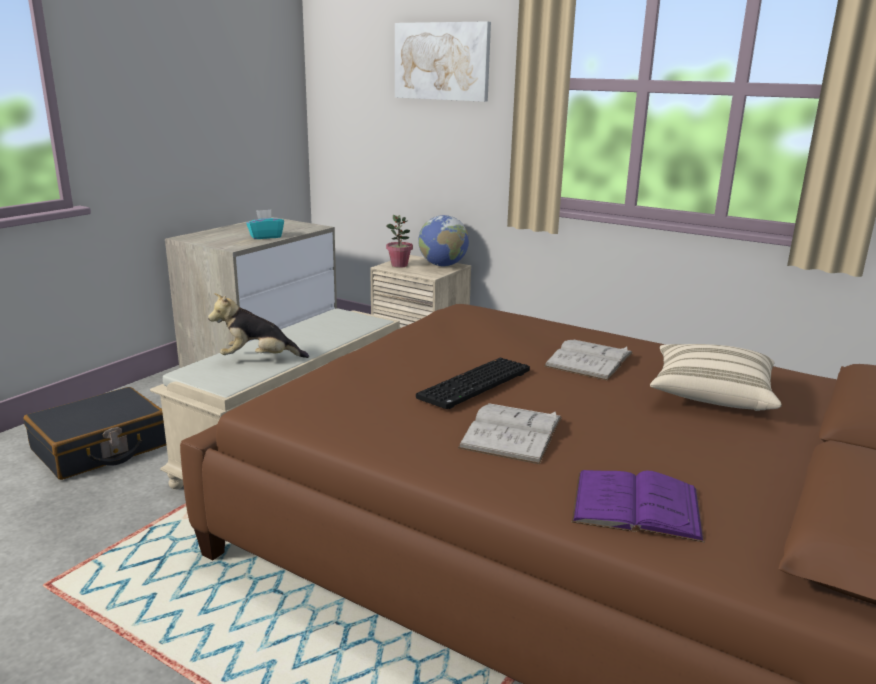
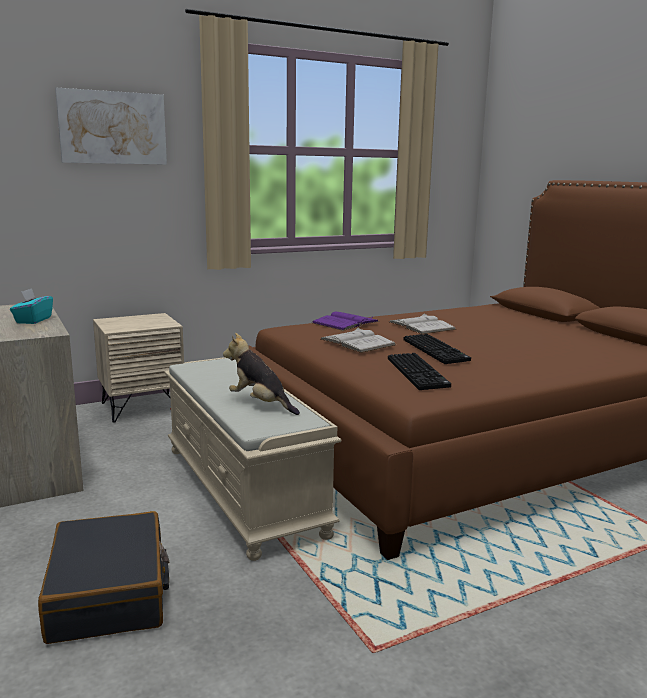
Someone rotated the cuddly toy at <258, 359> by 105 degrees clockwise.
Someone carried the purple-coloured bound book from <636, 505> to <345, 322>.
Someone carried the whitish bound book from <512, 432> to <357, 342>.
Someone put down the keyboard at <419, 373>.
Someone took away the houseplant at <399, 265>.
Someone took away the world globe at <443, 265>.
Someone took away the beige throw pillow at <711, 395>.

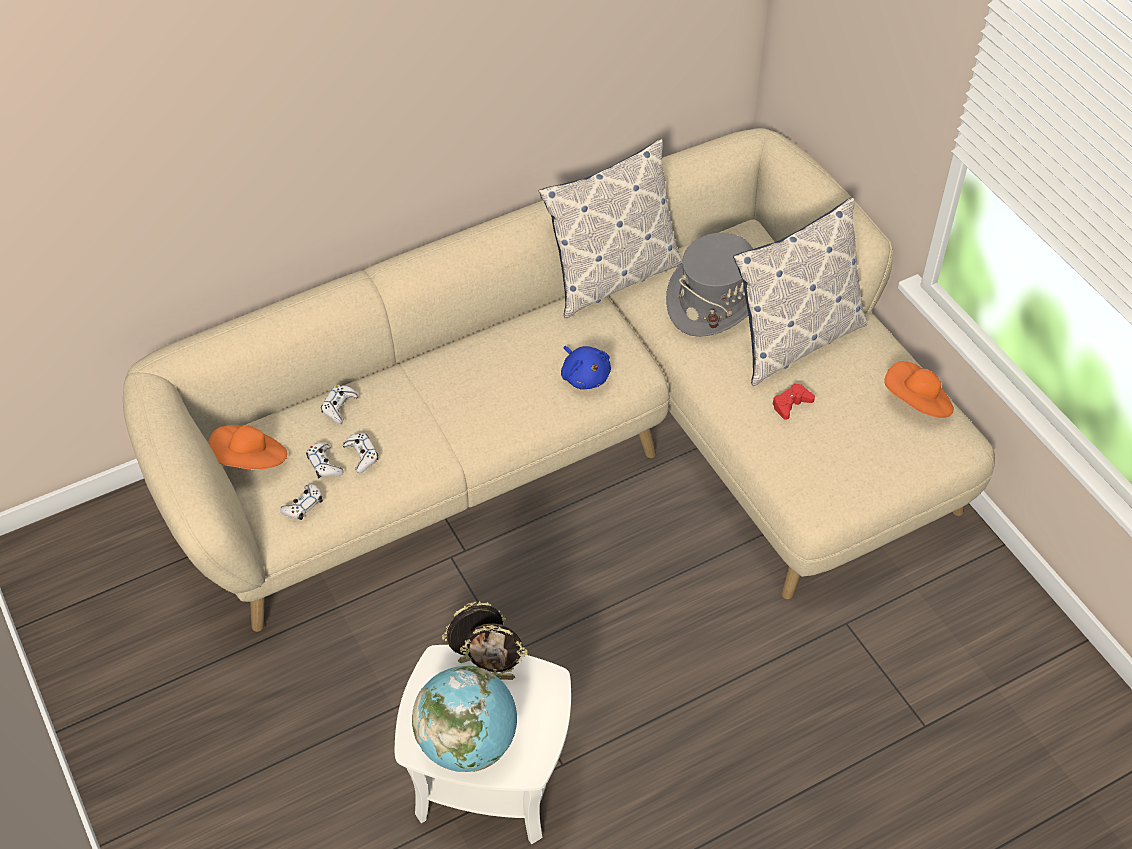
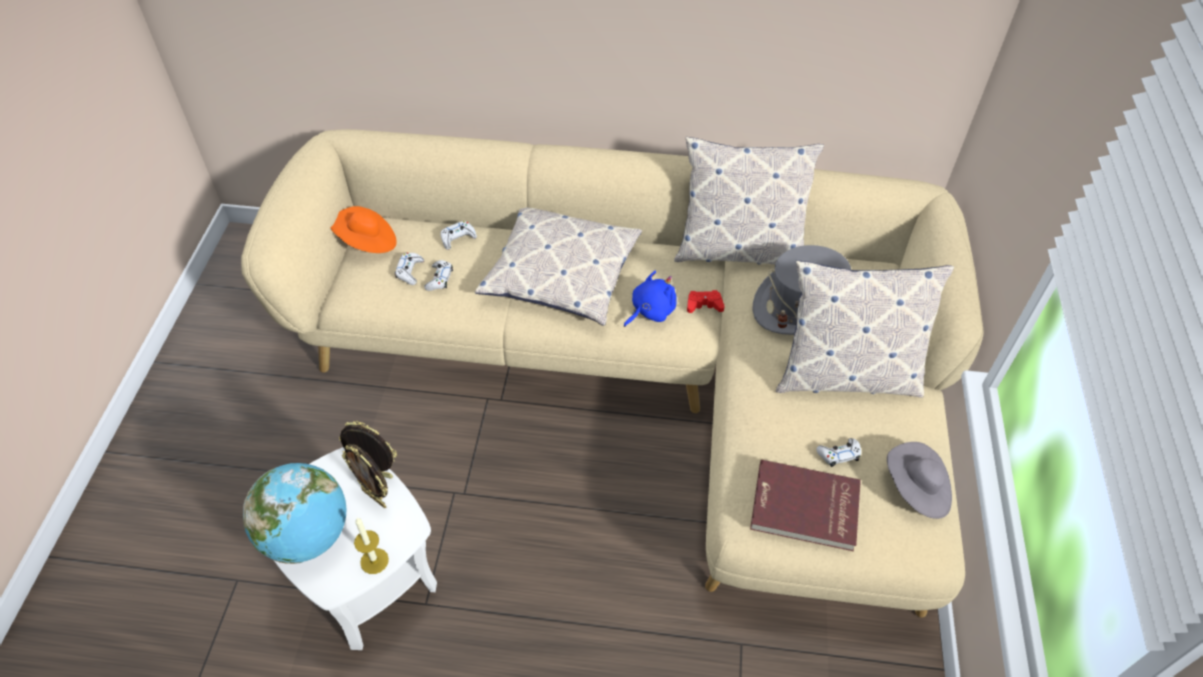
Someone put down the candle at <374, 561>.
Someone put down the throw pillow at <561, 273>.
Someone rotated the bluish cuddly toy at <584, 376> by 135 degrees counterclockwise.
Someone carried the red-coloured game controller from <791, 404> to <704, 305>.
Someone put down the red-coloured bound book at <804, 508>.
Someone carried the whitish game controller from <303, 505> to <838, 454>.
Someone repainted the orange-coloured hat at <917, 403>, which became the gray hat at <916, 490>.

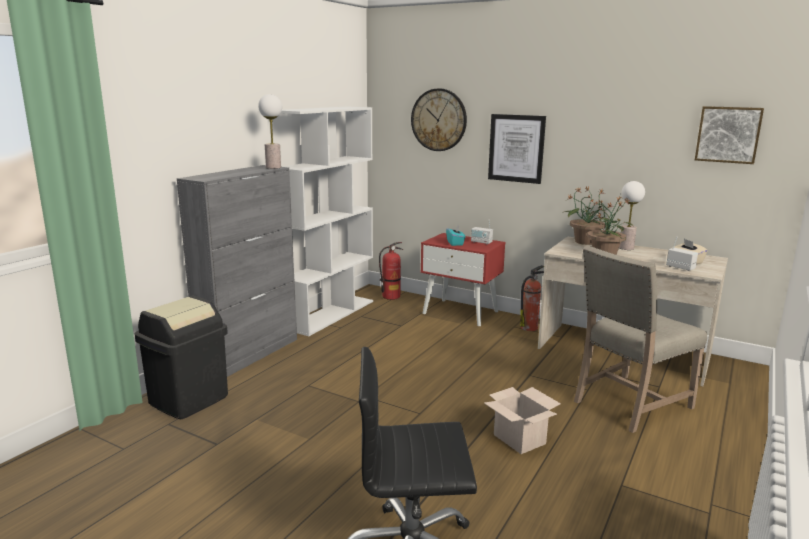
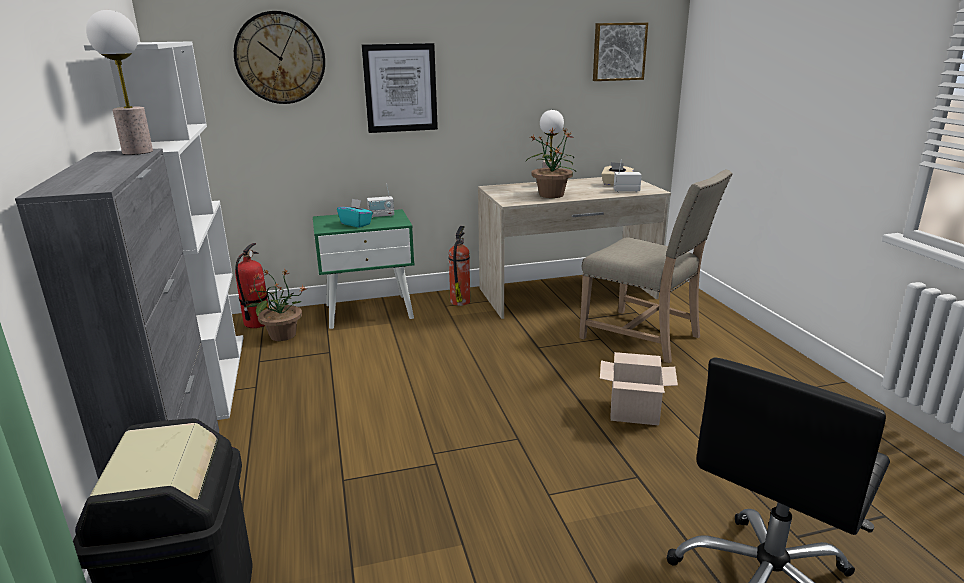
Someone carried the houseplant from <584, 242> to <282, 335>.
Someone repainted the red-coloured night table at <461, 312>, which became the green night table at <369, 311>.
Someone rotated the beige plain chair at <628, 404> by 60 degrees counterclockwise.

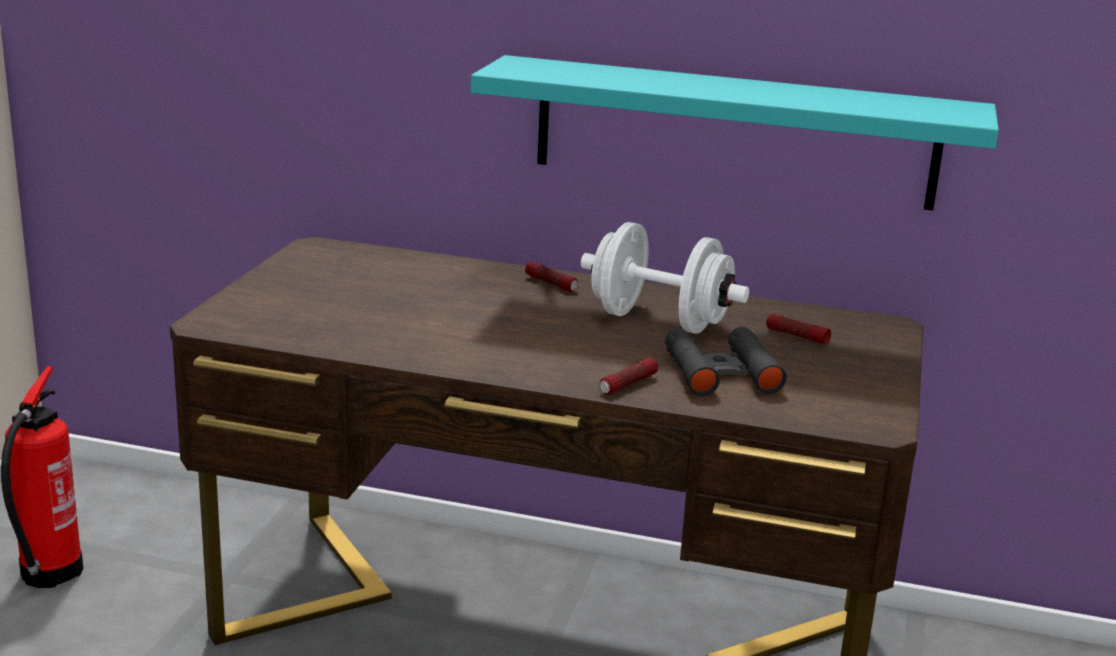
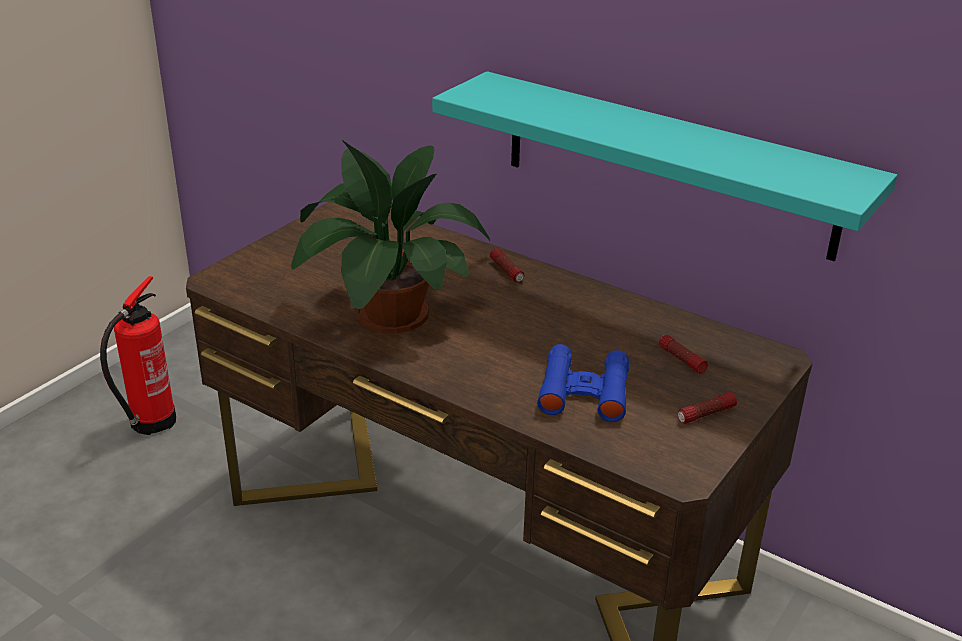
Someone put down the houseplant at <386, 314>.
Someone repainted the black-coloured pair of binoculars at <721, 373>, which became the bluish pair of binoculars at <584, 392>.
Someone carried the hand torch from <628, 384> to <706, 414>.
Someone took away the whitish dumbbell at <659, 321>.

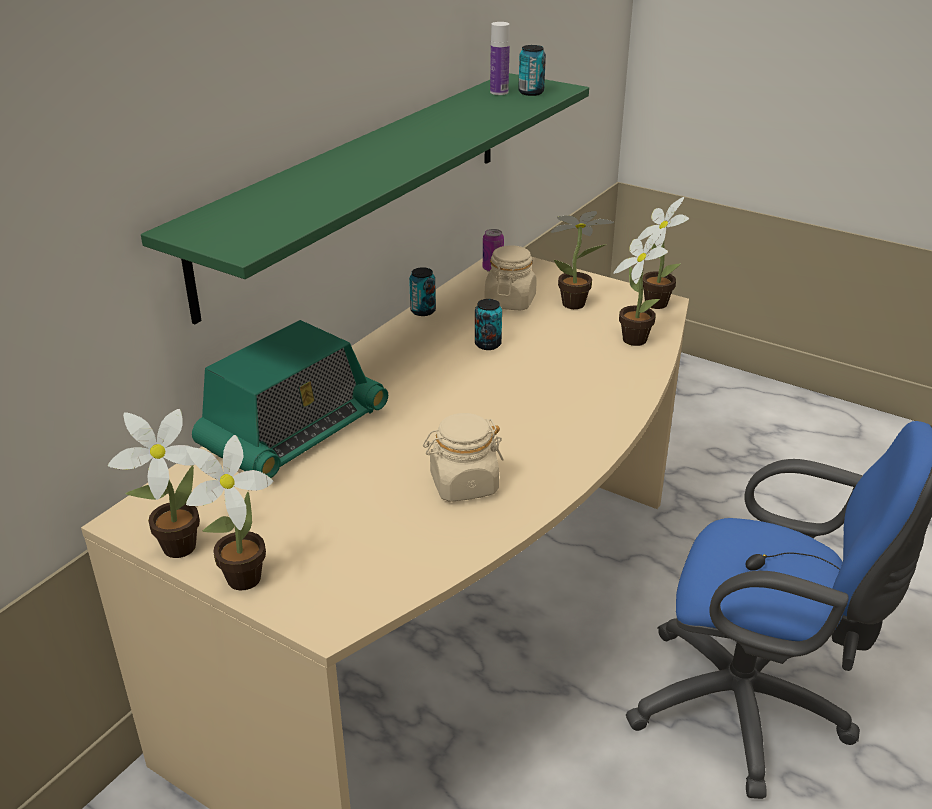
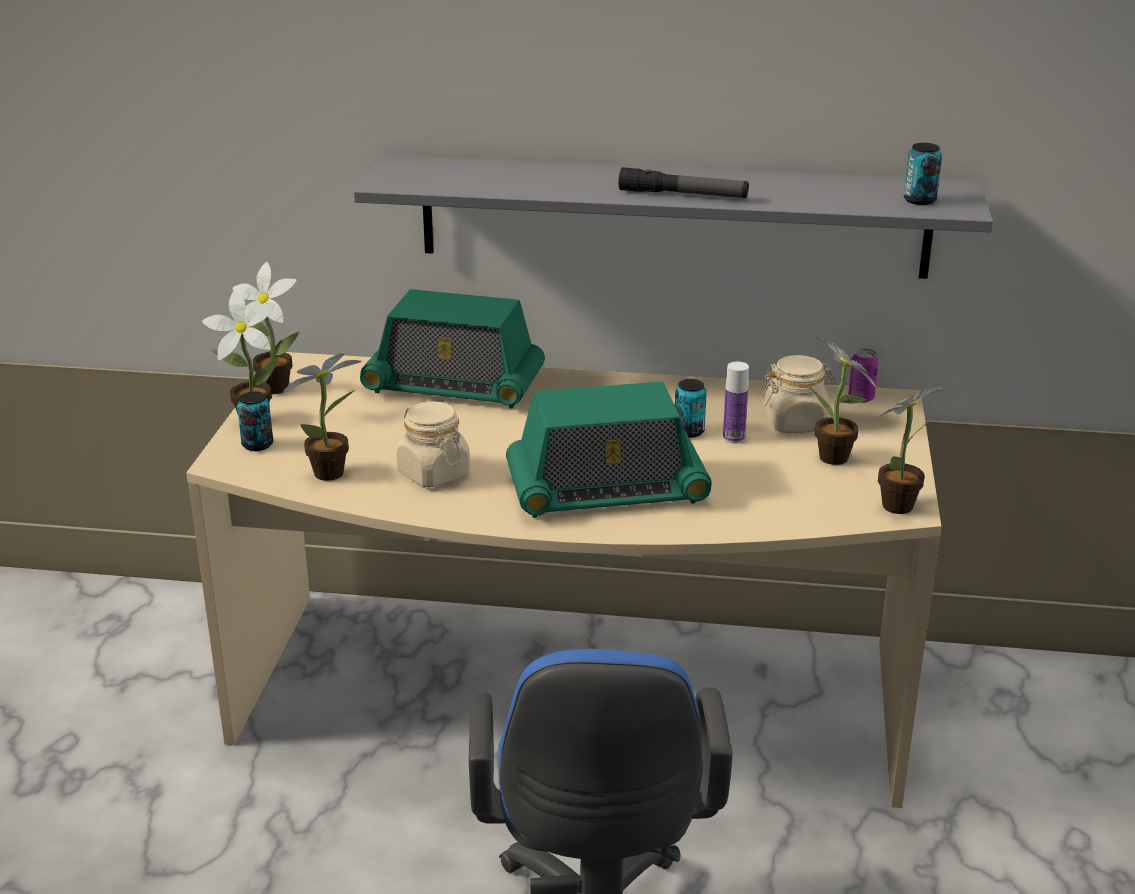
Someone carried the sealed can from <423, 311> to <257, 445>.
Someone carried the houseplant from <634, 337> to <334, 472>.
Someone repainted the green wall shelf at <361, 184>, which became the gray wall shelf at <672, 216>.
Someone put down the radio set at <606, 490>.
Someone put down the hand torch at <683, 195>.
Someone carried the bottle from <499, 92> to <733, 438>.

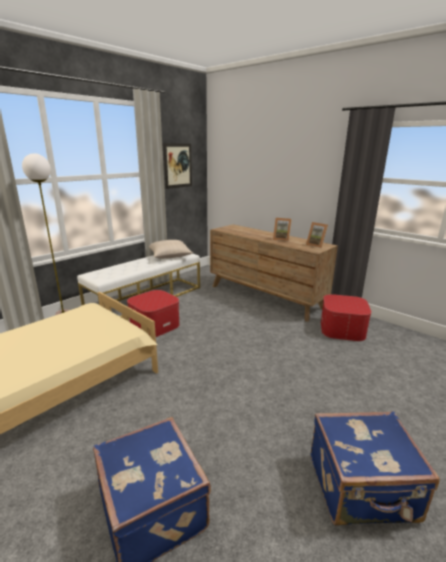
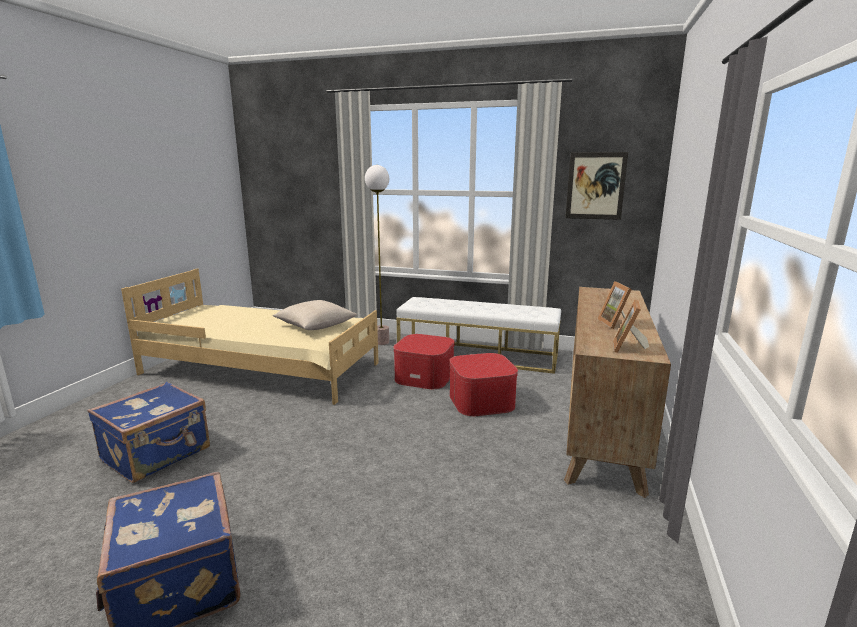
Someone carried the beige throw pillow from <169, 256> to <315, 326>.
Someone carried the ottoman from <342, 329> to <481, 401>.

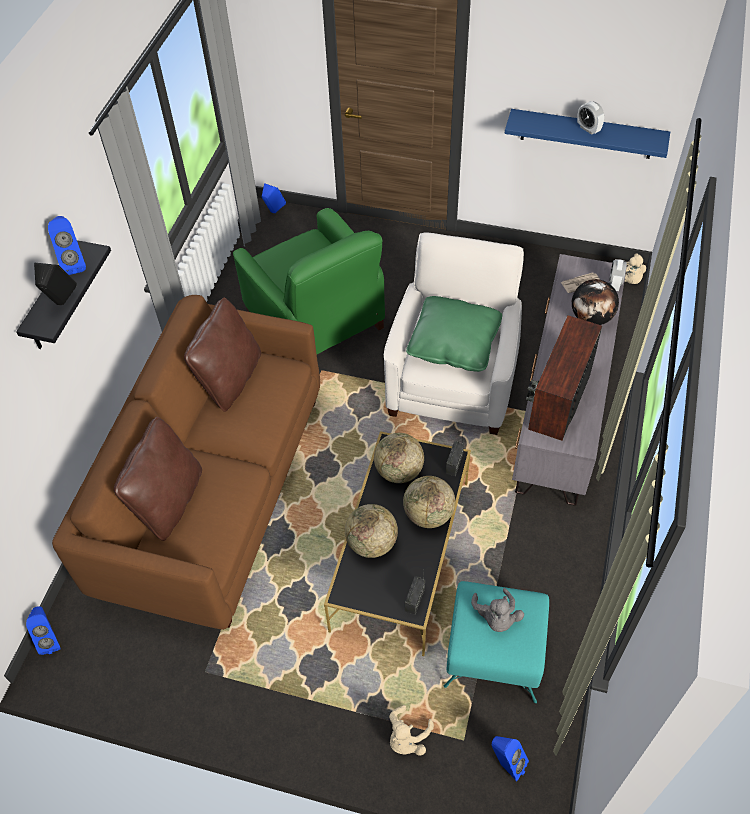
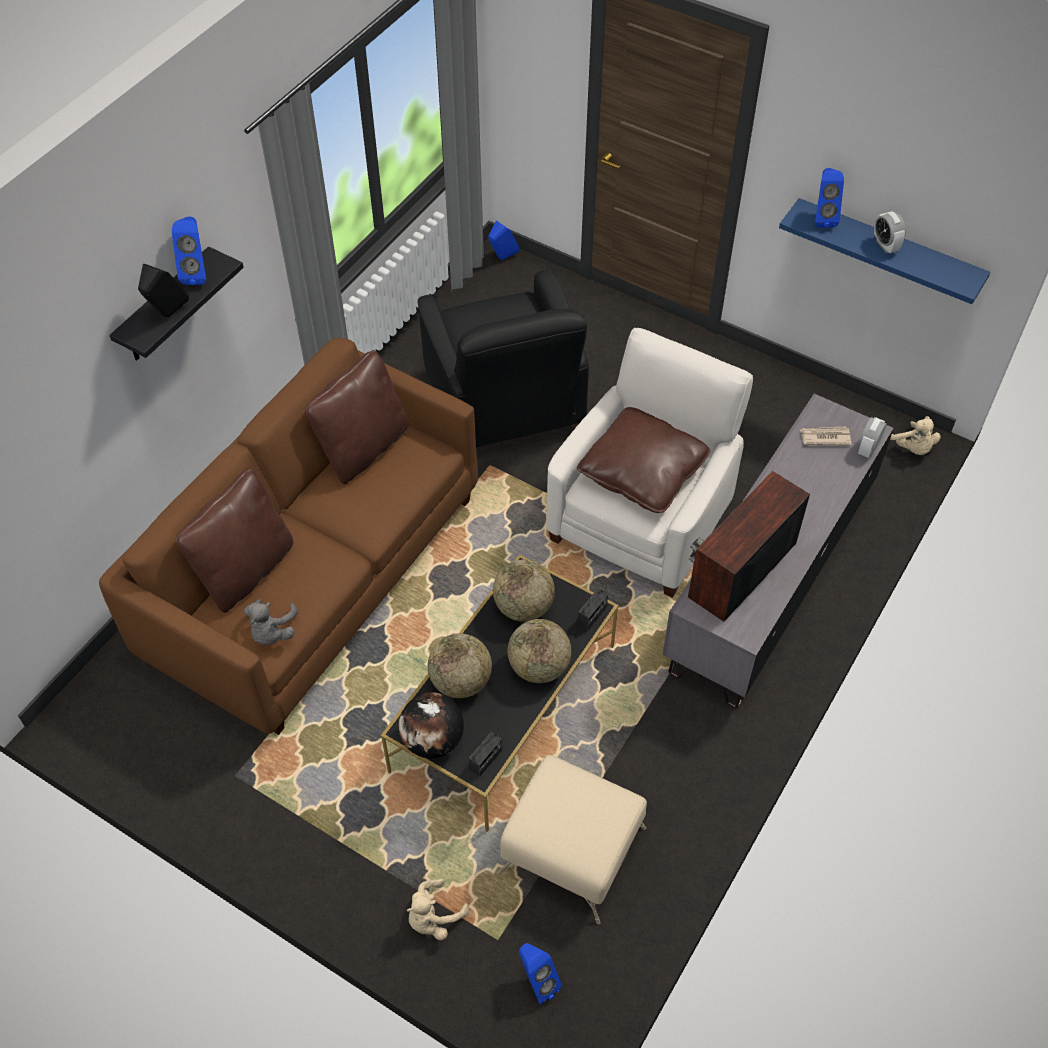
Someone carried the gray cuddly toy from <496, 617> to <272, 632>.
Someone carried the world globe from <591, 318> to <433, 741>.
Someone repainted the green easy chair at <316, 321>, which became the black-coloured easy chair at <505, 404>.
Someone repainted the turquoise ottoman at <493, 650>, which became the beige ottoman at <571, 849>.
Someone repainted the green throw pillow at <454, 344>, which became the brown-coloured throw pillow at <642, 472>.
Someone carried the bluish speaker from <50, 639> to <822, 218>.

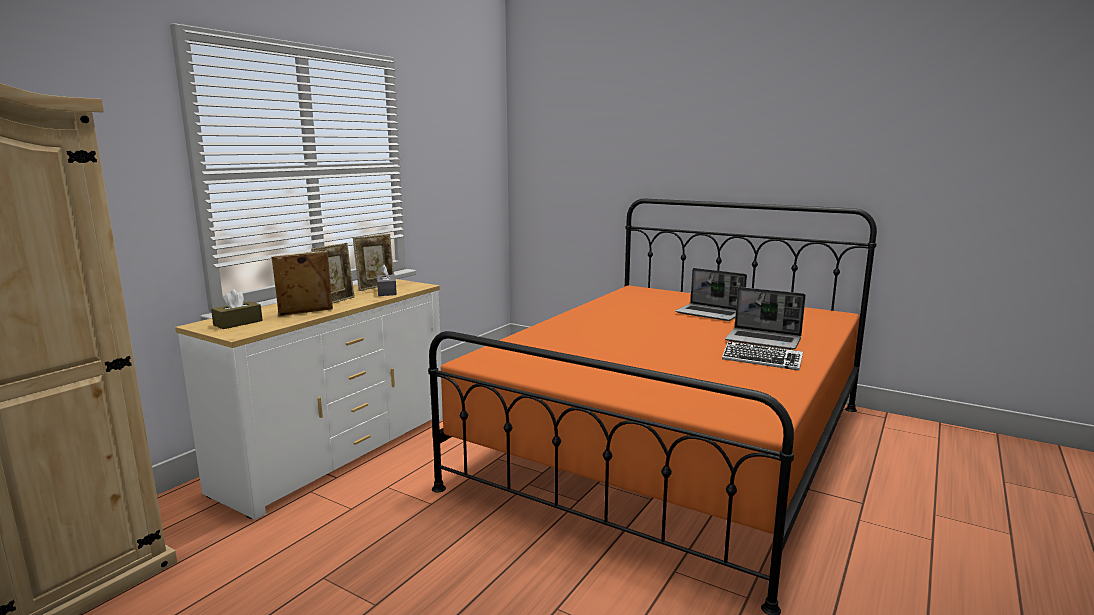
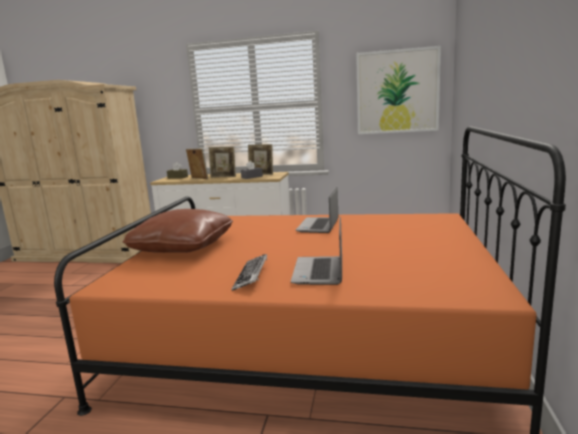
Someone put down the brown-coloured throw pillow at <182, 247>.
Someone carried the laptop from <710, 313> to <318, 226>.
Someone put up the wall picture at <397, 92>.

